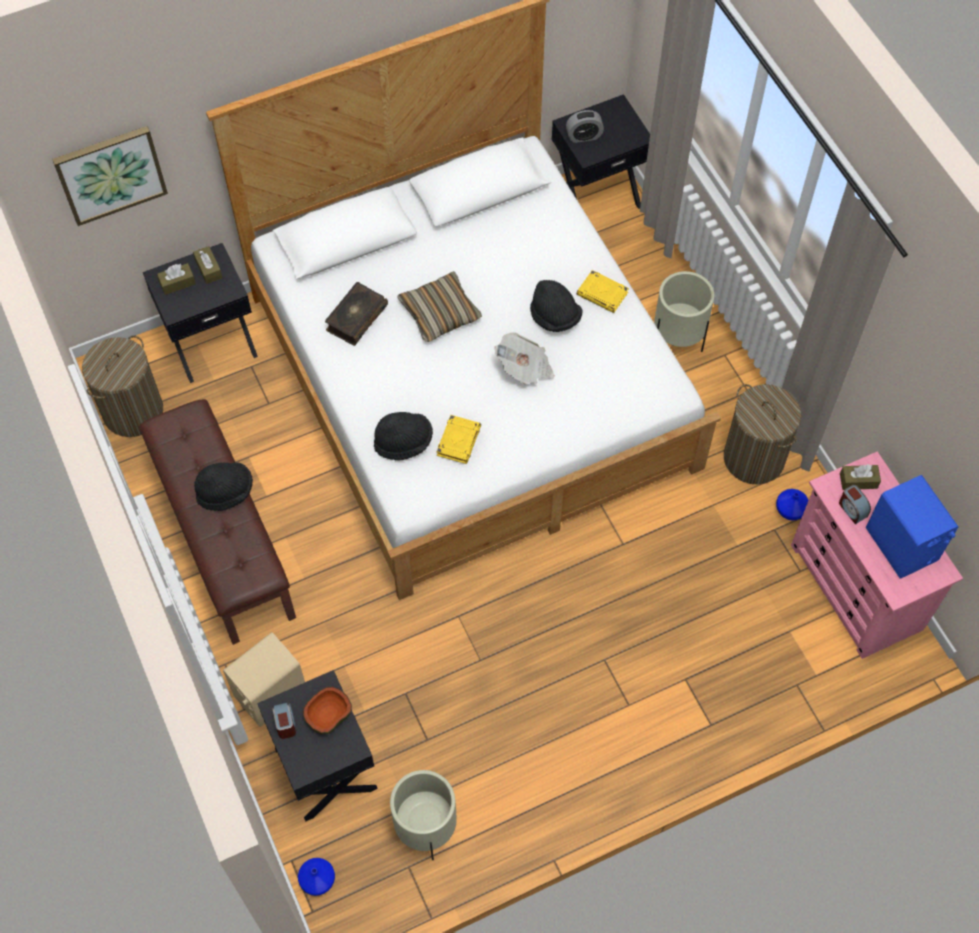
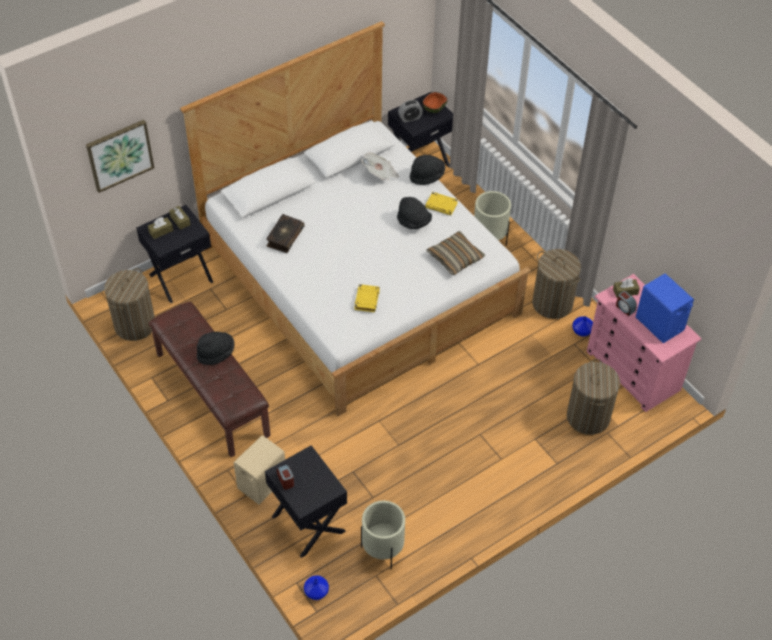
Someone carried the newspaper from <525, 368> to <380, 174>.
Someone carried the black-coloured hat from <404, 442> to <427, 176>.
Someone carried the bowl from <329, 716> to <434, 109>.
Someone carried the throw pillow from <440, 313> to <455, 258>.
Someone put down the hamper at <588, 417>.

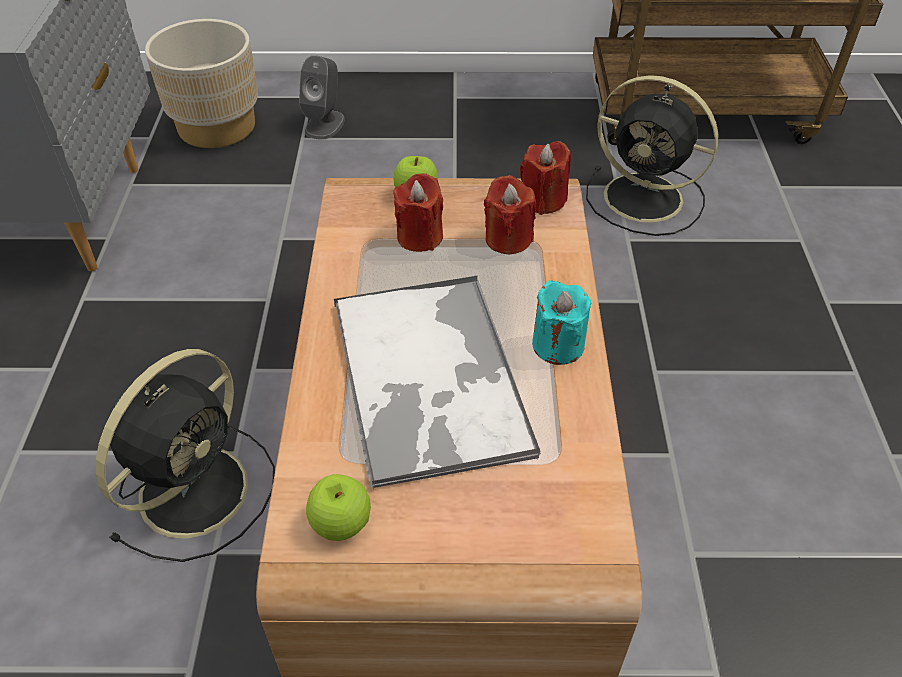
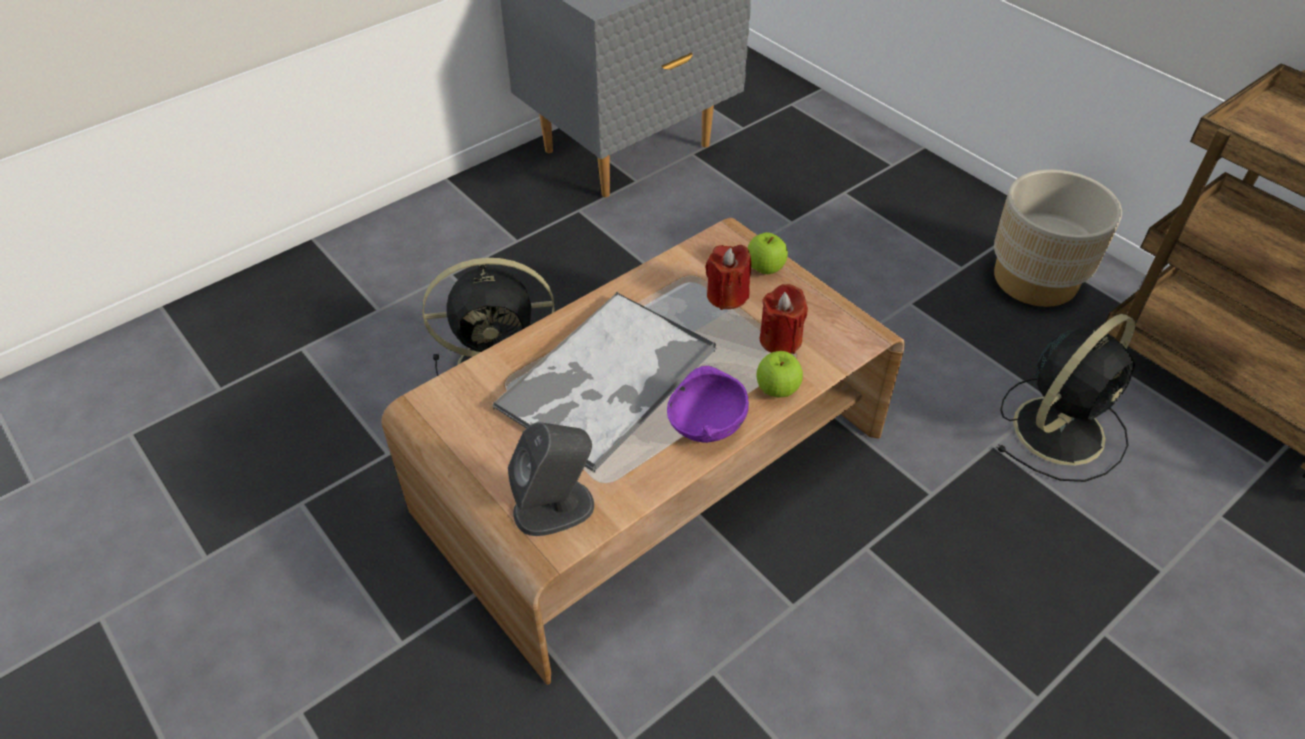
Someone carried the gray speaker from <325, 124> to <555, 508>.
Someone swapped the turquoise candle at <558, 345> for the purple-coloured bowl at <705, 426>.
Someone carried the apple fruit from <341, 524> to <777, 390>.
Someone carried the beige planter from <216, 127> to <1035, 279>.
Someone rotated the black-coloured cooling fan at <646, 199> by 120 degrees counterclockwise.
Someone took away the red-coloured candle at <543, 200>.

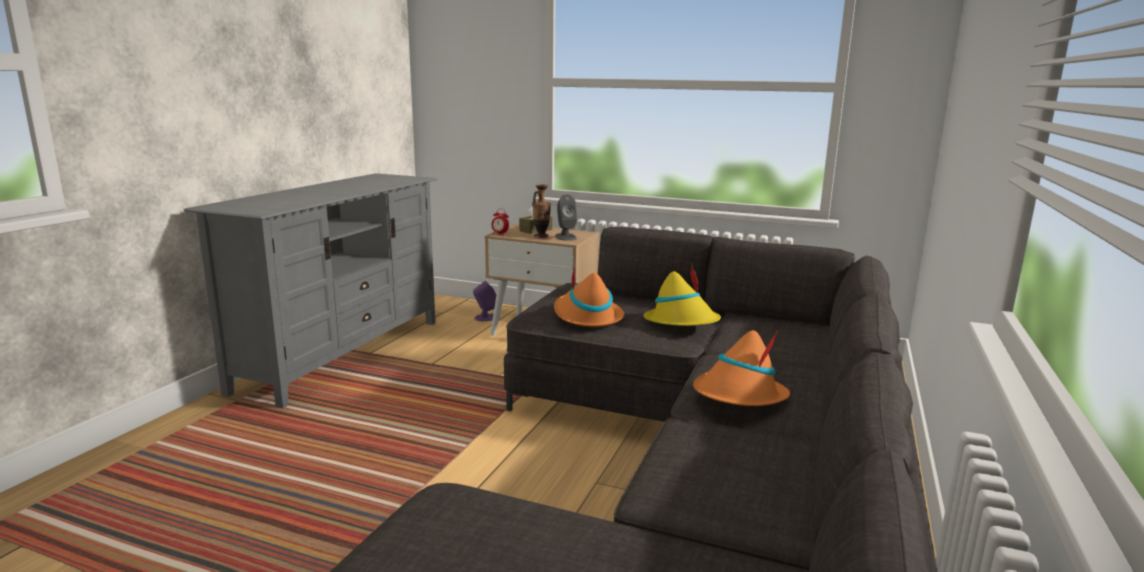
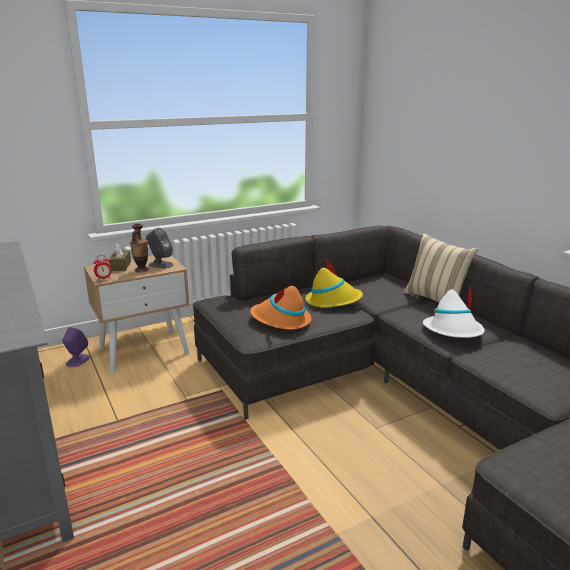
Someone put down the beige throw pillow at <436, 300>.
Someone repainted the orange-coloured hat at <739, 396>, which became the whitish hat at <453, 331>.

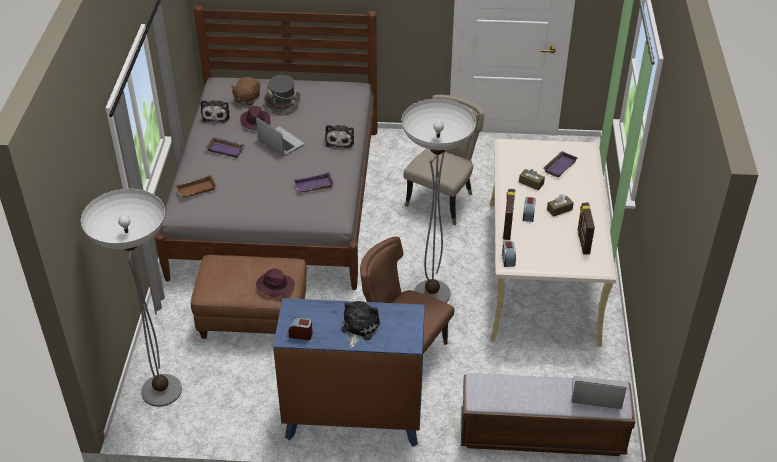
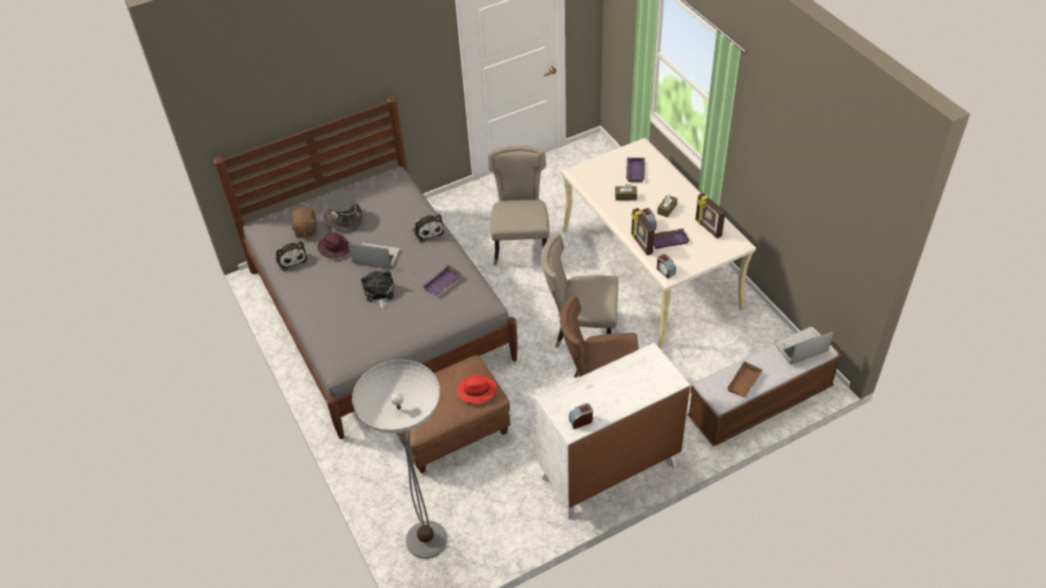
Someone carried the cuddly toy from <359, 328> to <379, 293>.
Someone repainted the purple-coloured hat at <275, 286>, which became the red-coloured hat at <476, 391>.
Someone repainted the bluish dresser at <353, 418>, which became the whitish dresser at <609, 472>.
Someone swapped the standard lamp at <432, 294> for the beige plain chair at <581, 331>.
Someone carried the purple-coloured serving tray from <226, 149> to <668, 240>.
Someone carried the brown-coloured serving tray from <196, 190> to <745, 383>.

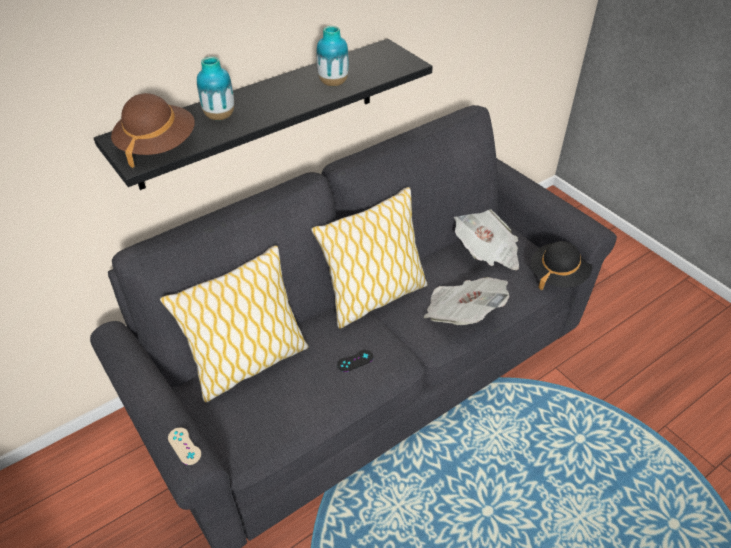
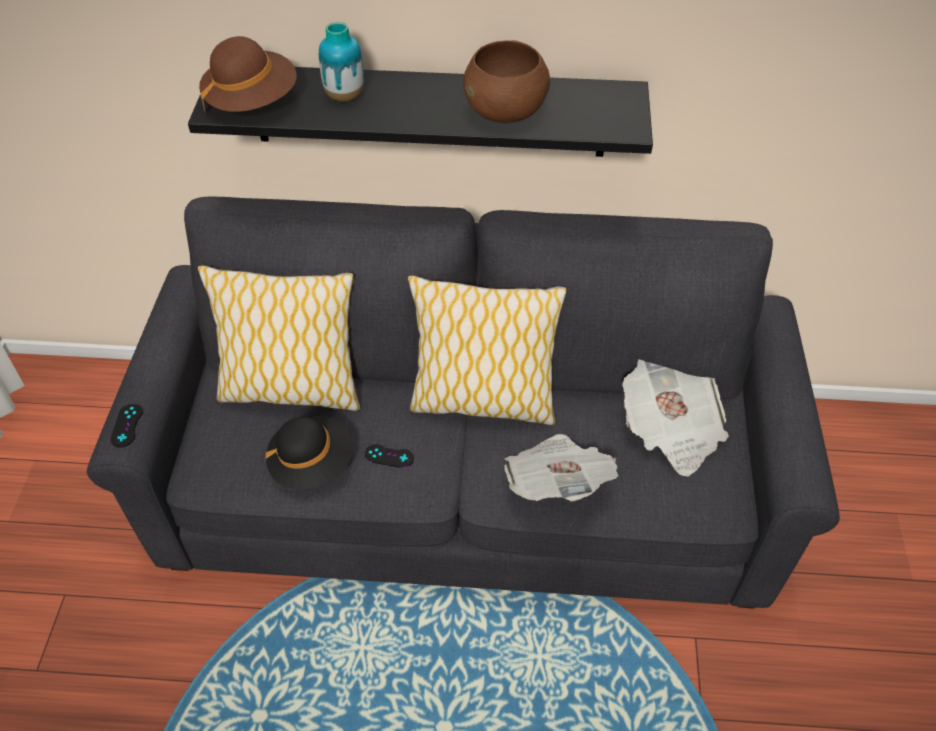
Someone repainted the beige game controller at <184, 446>, which became the black-coloured game controller at <126, 425>.
Someone carried the black-coloured hat from <557, 275> to <312, 464>.
Someone swapped the flower vase at <333, 83> for the brown-coloured bowl at <506, 112>.

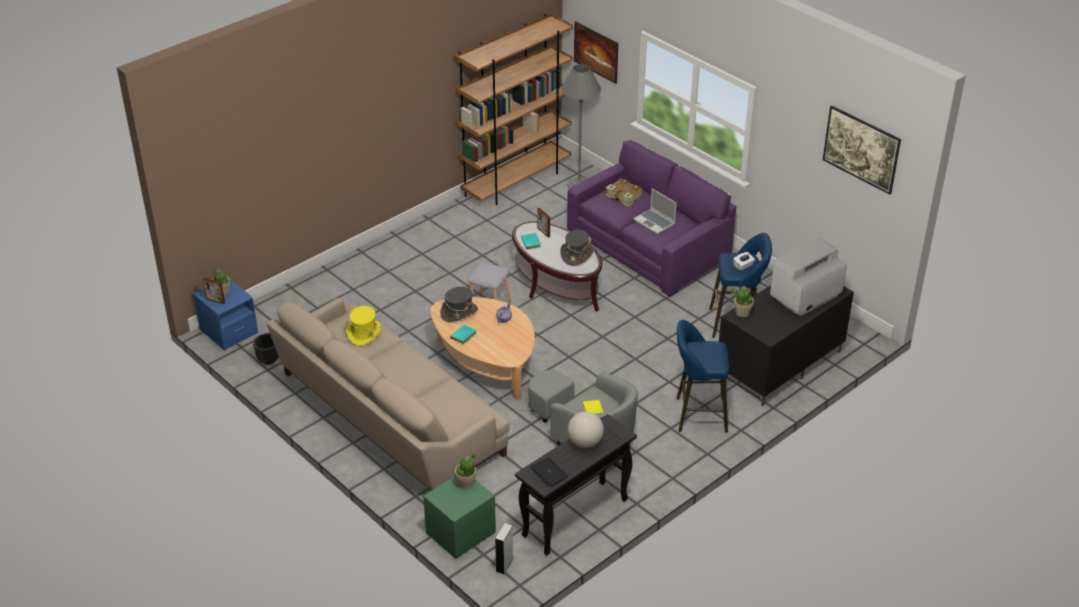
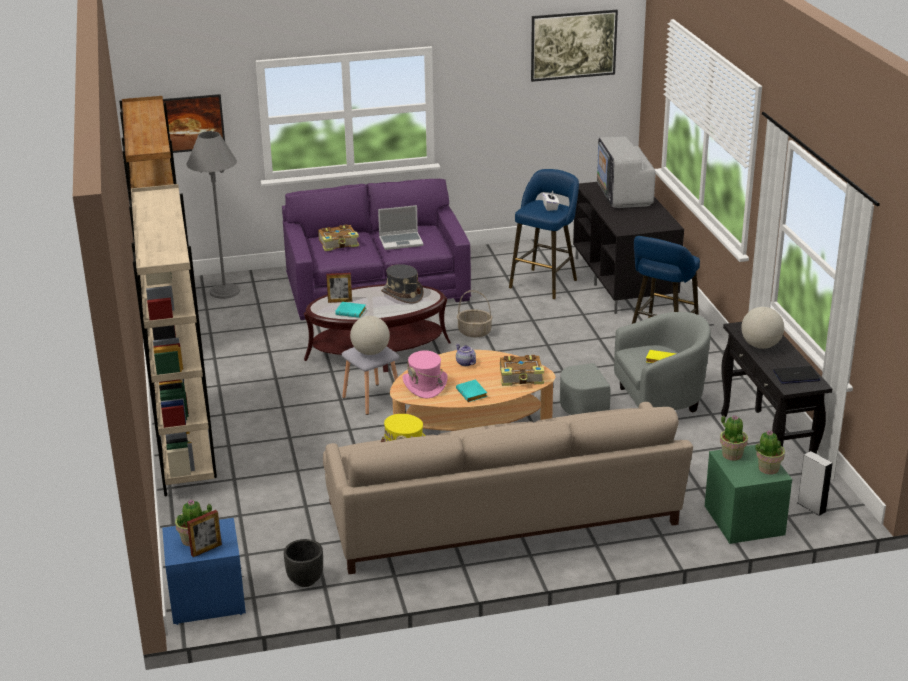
Someone put down the beige bookcase at <185, 446>.
Someone put down the world globe at <370, 352>.
Someone repainted the gray hat at <459, 312>, which became the pinkish hat at <425, 385>.
Someone put down the storage basket at <475, 332>.
Someone put down the bound book at <521, 377>.
Someone carried the houseplant from <742, 312> to <768, 469>.

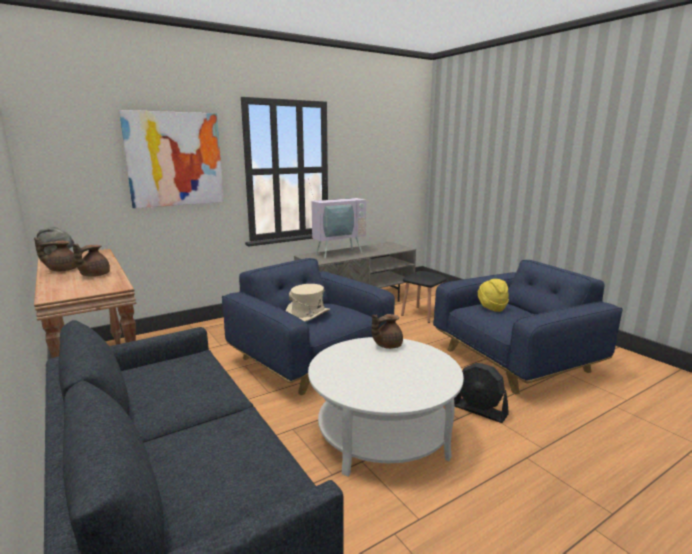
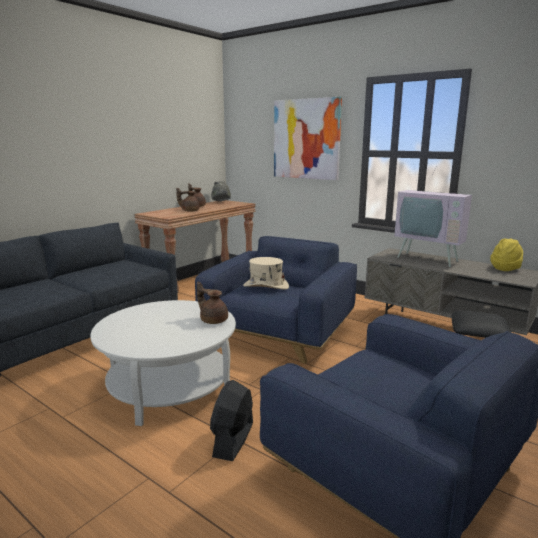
Someone carried the yellowish hat from <491, 307> to <505, 268>.

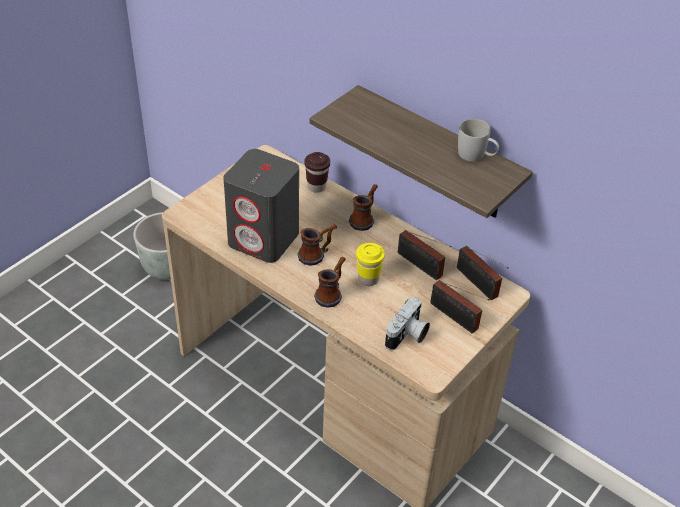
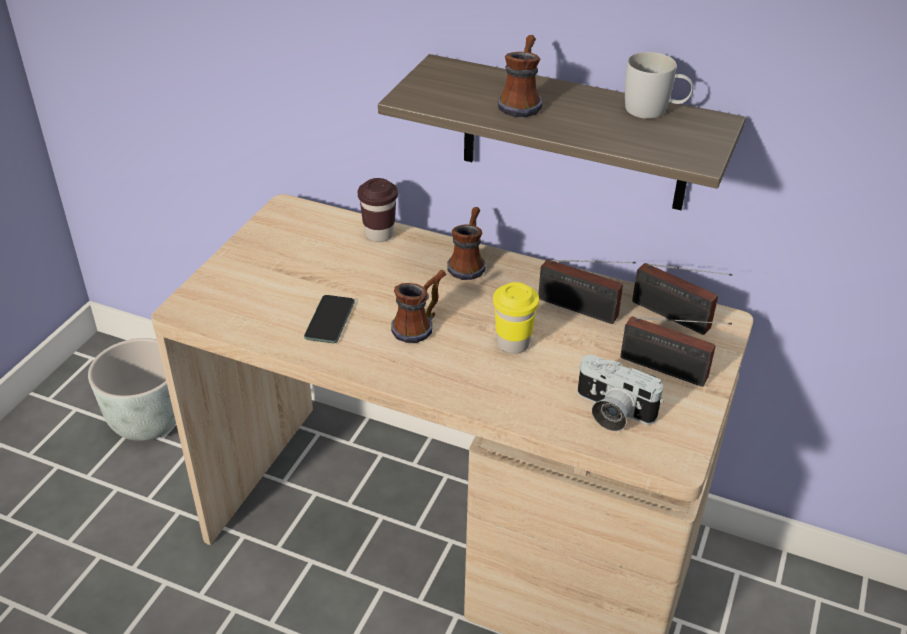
Someone swapped the gray speaker at <264, 239> for the phone at <329, 320>.
Someone carried the tea mug from <331, 293> to <522, 101>.
Someone rotated the photo camera at <407, 336> by 105 degrees clockwise.

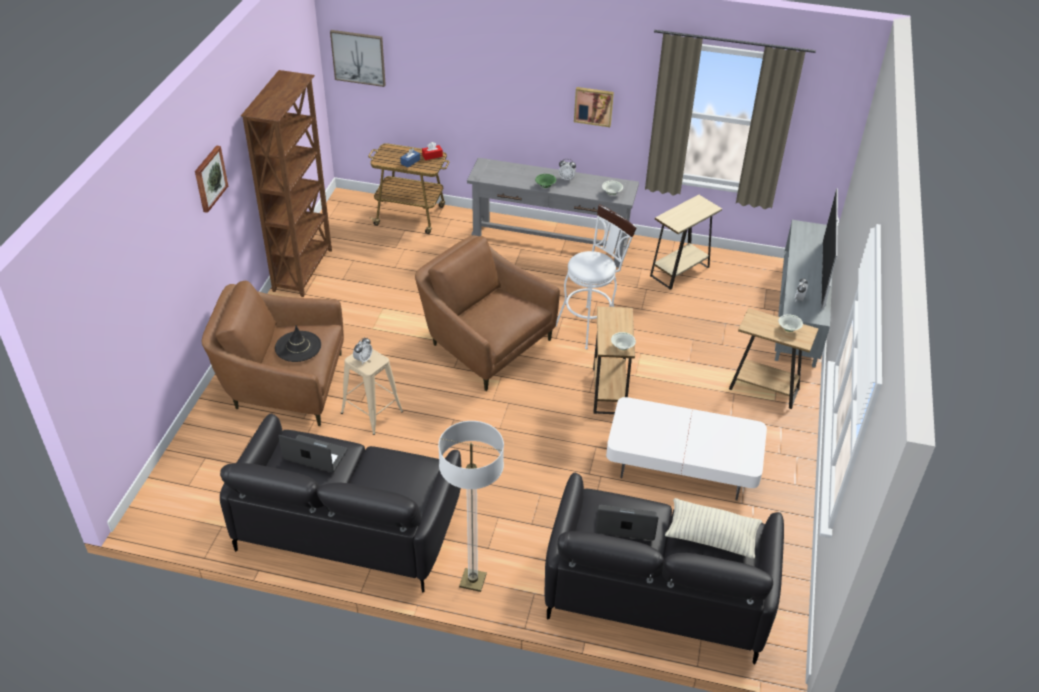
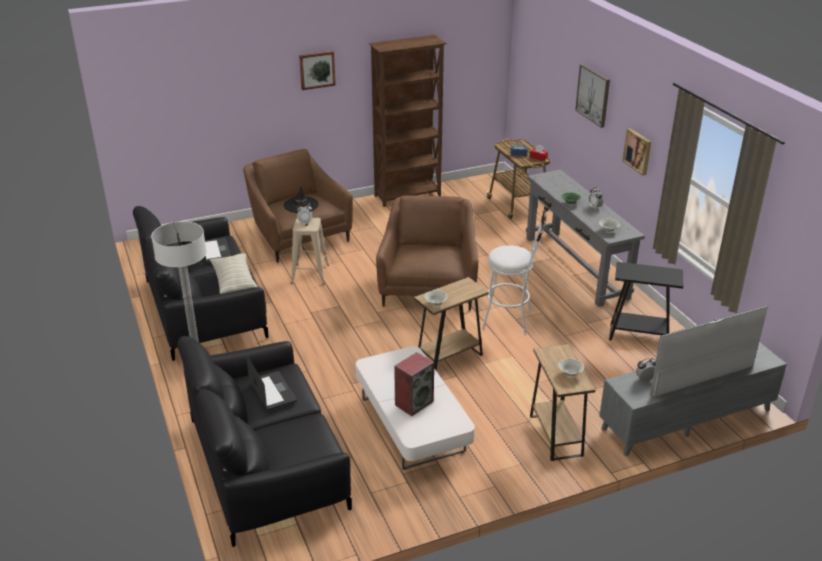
Someone carried the throw pillow from <711, 536> to <234, 281>.
Someone put down the speaker at <414, 403>.
Someone carried the wall picture from <358, 57> to <593, 95>.
Someone repainted the beige accent table at <679, 271>, which became the black-coloured accent table at <639, 336>.

